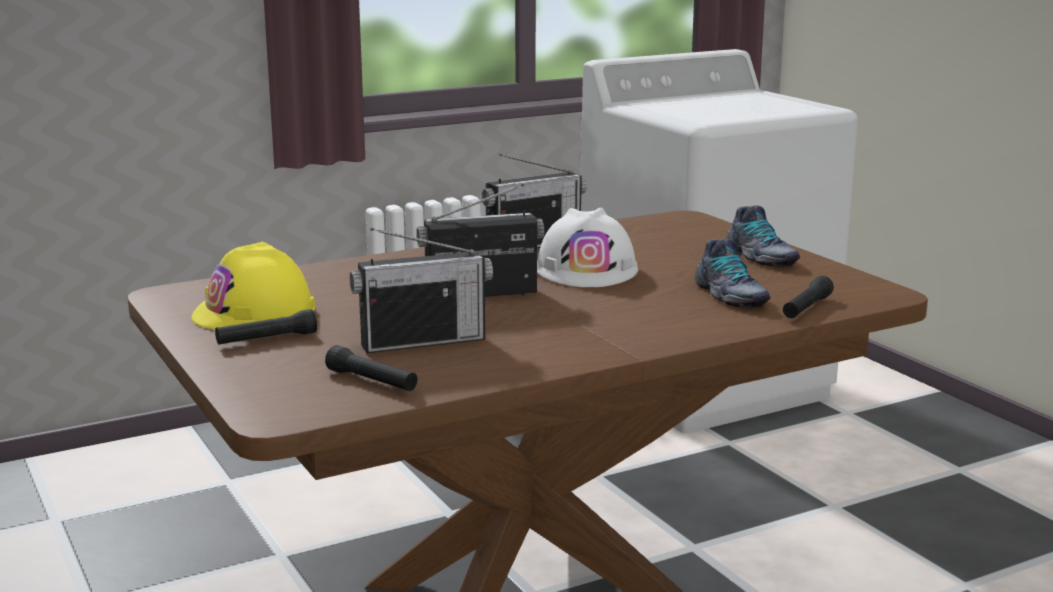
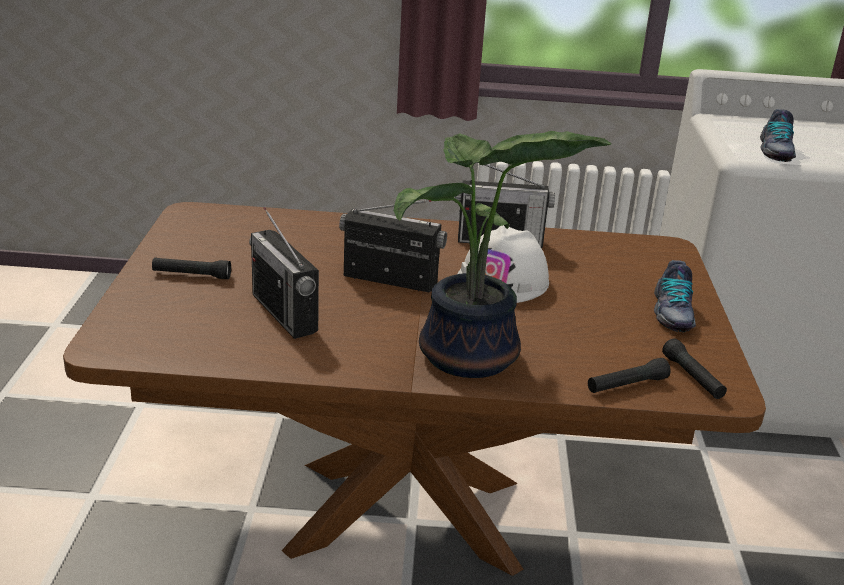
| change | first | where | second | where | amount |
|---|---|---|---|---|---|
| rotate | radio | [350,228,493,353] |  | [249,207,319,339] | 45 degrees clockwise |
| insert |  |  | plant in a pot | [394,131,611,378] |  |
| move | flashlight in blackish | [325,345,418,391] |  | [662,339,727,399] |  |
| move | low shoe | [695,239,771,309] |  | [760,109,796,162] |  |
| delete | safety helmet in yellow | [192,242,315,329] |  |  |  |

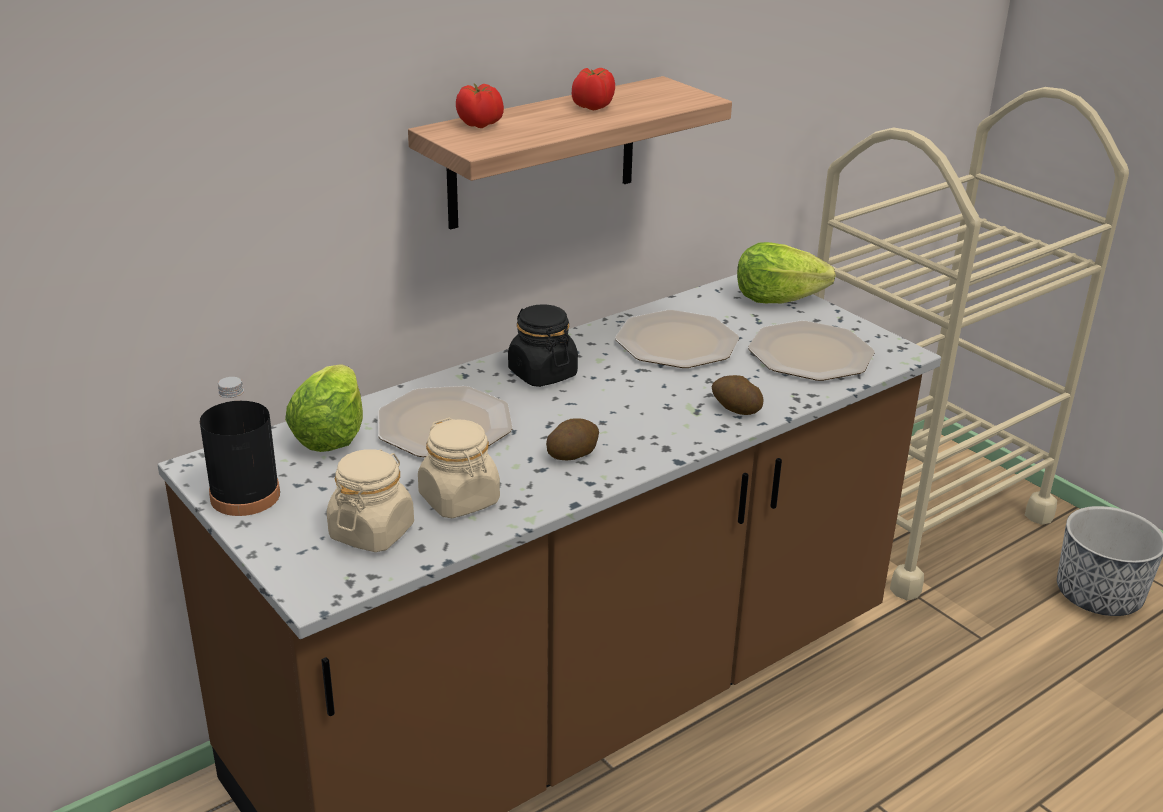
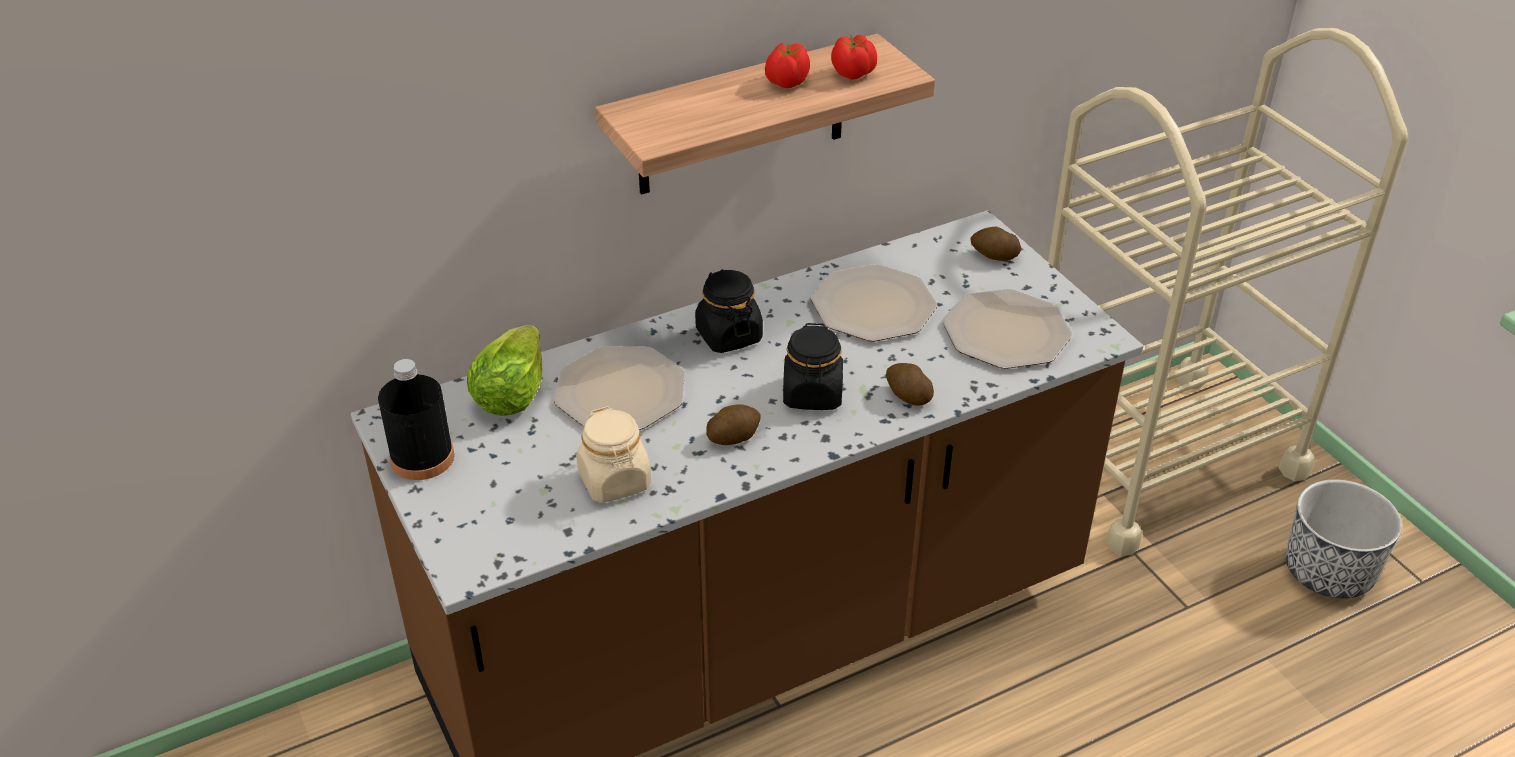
| change | first | where | second | where | amount |
|---|---|---|---|---|---|
| insert |  |  | storage jar in blackish | [783,323,843,410] |  |
| move | fresh tomato | [456,84,504,128] |  | [831,34,877,80] |  |
| replace | lettuce head | [737,242,836,303] | whole potato | [971,227,1021,261] |  |
| delete | storage jar in sand-coloured | [327,449,414,552] |  |  |  |

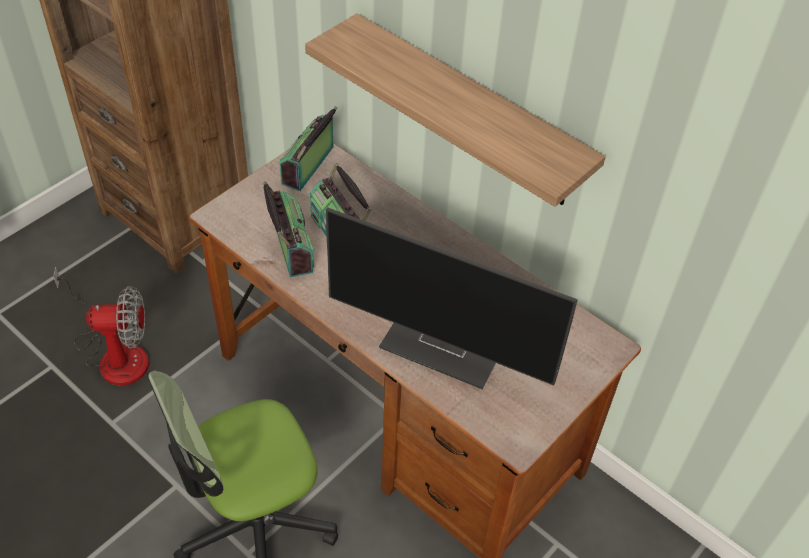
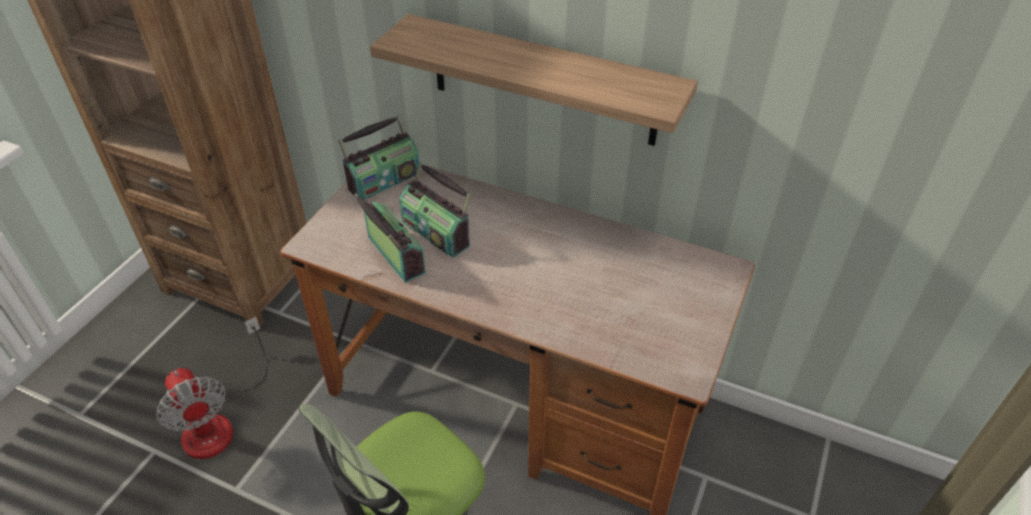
| change | first | where | second | where | amount |
|---|---|---|---|---|---|
| rotate | electric fan | [53,267,149,386] |  | [157,317,267,459] | 75 degrees clockwise |
| rotate | radio | [279,106,338,191] |  | [339,116,419,199] | 135 degrees counterclockwise |
| delete | computer display | [326,207,578,389] |  |  |  |

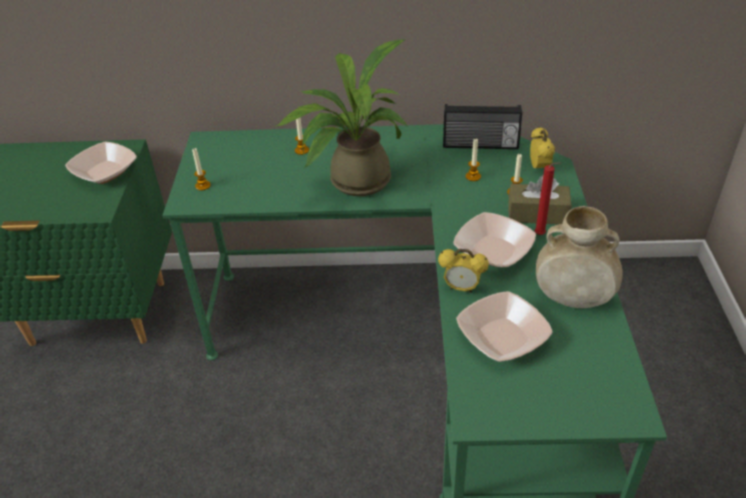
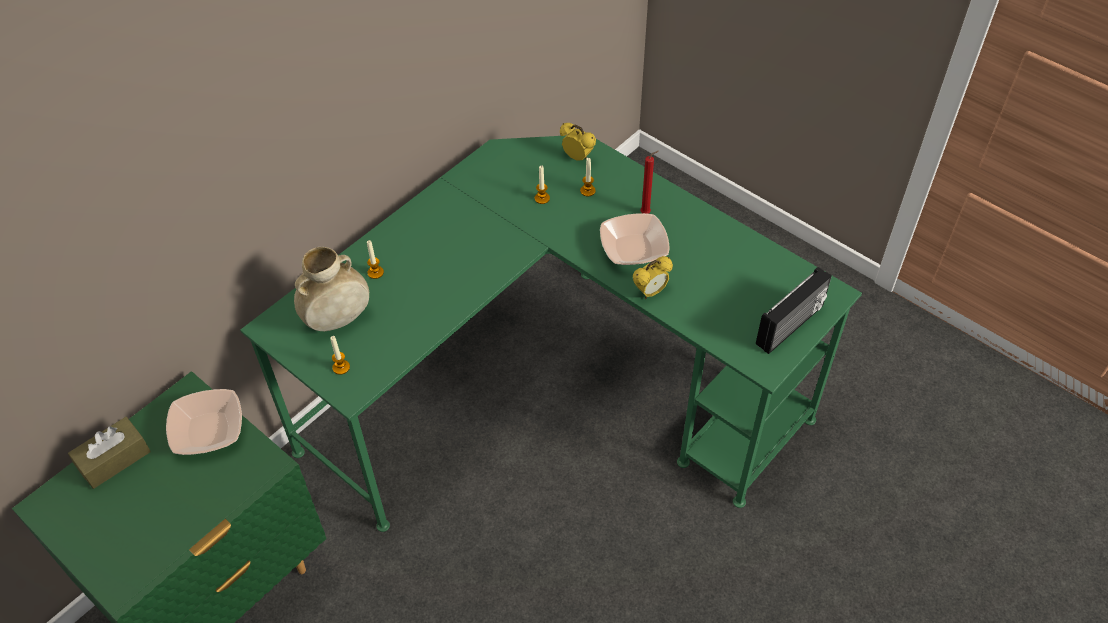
| change | first | where | second | where | amount |
|---|---|---|---|---|---|
| move | tissue box in brown-coloured | [508,175,572,225] |  | [68,417,151,489] |  |
| move | decorative vase in sand-coloured | [536,206,622,308] |  | [294,247,369,331] |  |
| move | radio | [443,104,523,149] |  | [756,267,832,354] |  |
| delete | plant in a pot | [274,39,408,196] |  |  |  |
| delete | serving bowl | [456,291,553,362] |  |  |  |

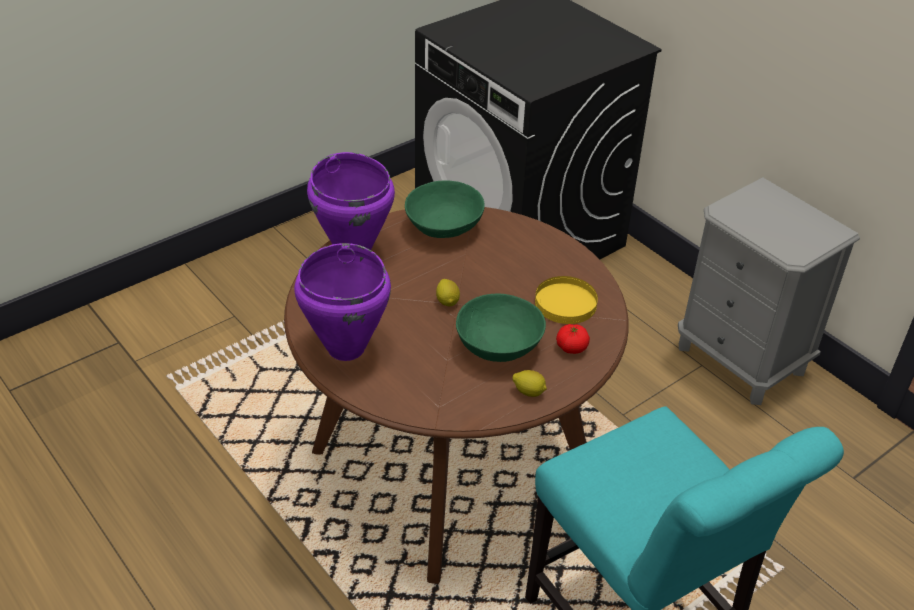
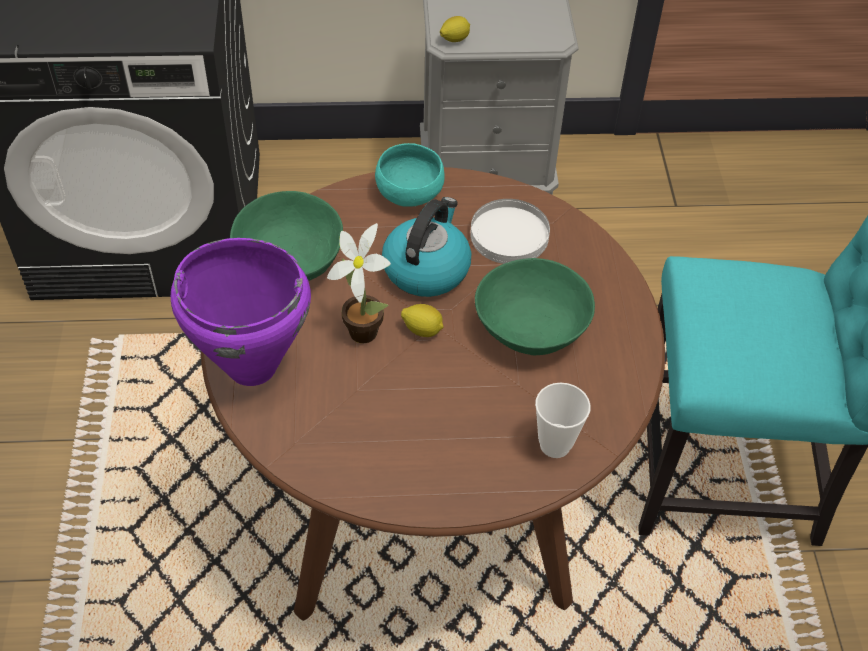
| change | first | where | second | where | amount |
|---|---|---|---|---|---|
| insert |  |  | plant in a pot | [327,223,391,343] |  |
| insert |  |  | serving bowl in turquoise | [375,143,445,207] |  |
| insert |  |  | water kettle | [382,197,471,297] |  |
| move | whole lemon | [512,370,547,397] |  | [440,16,470,42] |  |
| recolor | dinner plate in yellow | [535,276,598,324] | dinner plate in white | [470,199,550,264] |  |
| insert |  |  | small cup | [535,383,591,458] |  |
| delete | stockpot in purplish | [294,243,391,361] |  |  |  |
| delete | fresh tomato | [556,324,590,354] |  |  |  |

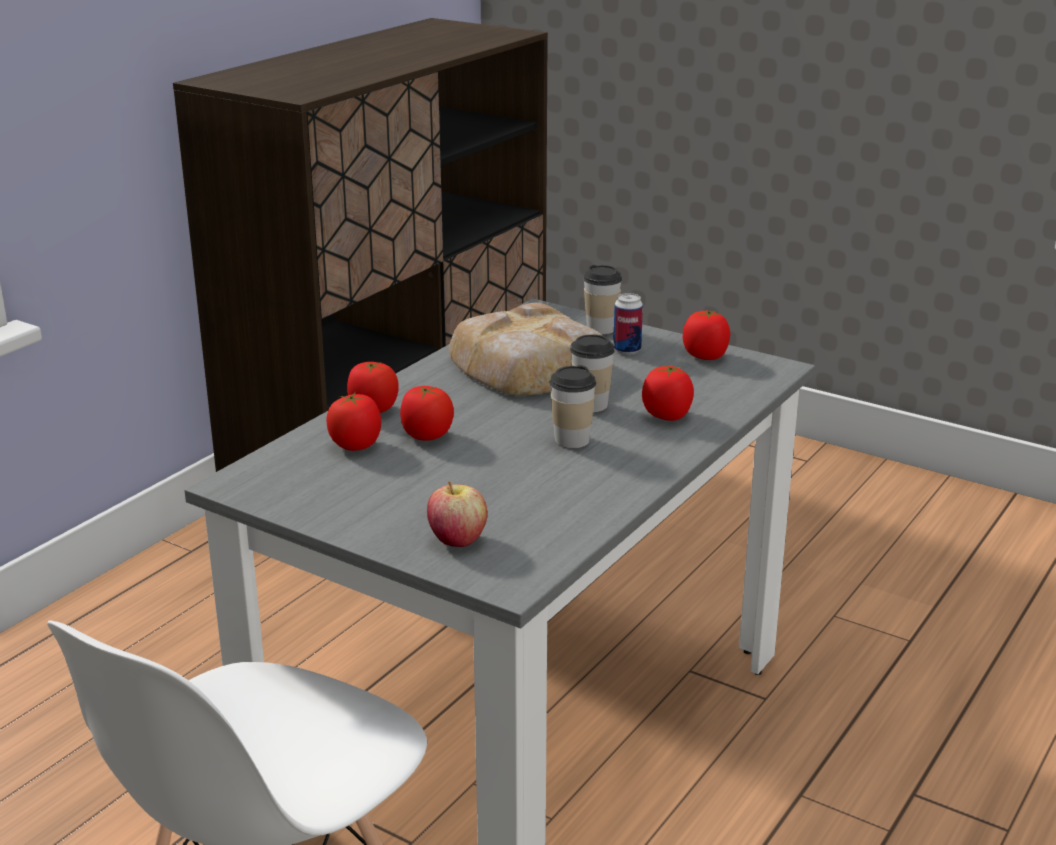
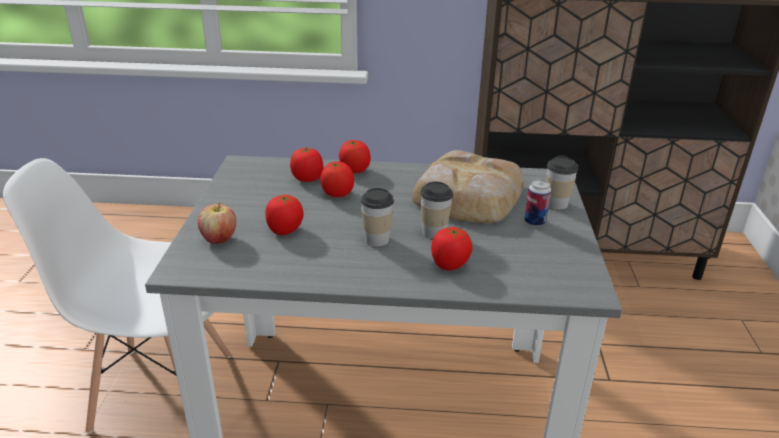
| change | first | where | second | where | amount |
|---|---|---|---|---|---|
| move | fresh tomato | [683,310,730,360] |  | [265,195,304,235] |  |

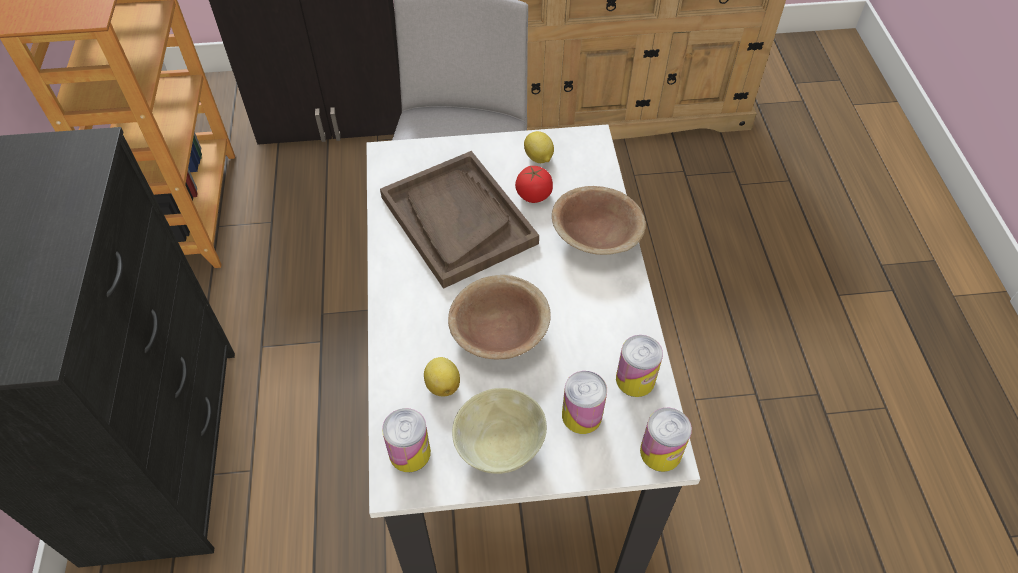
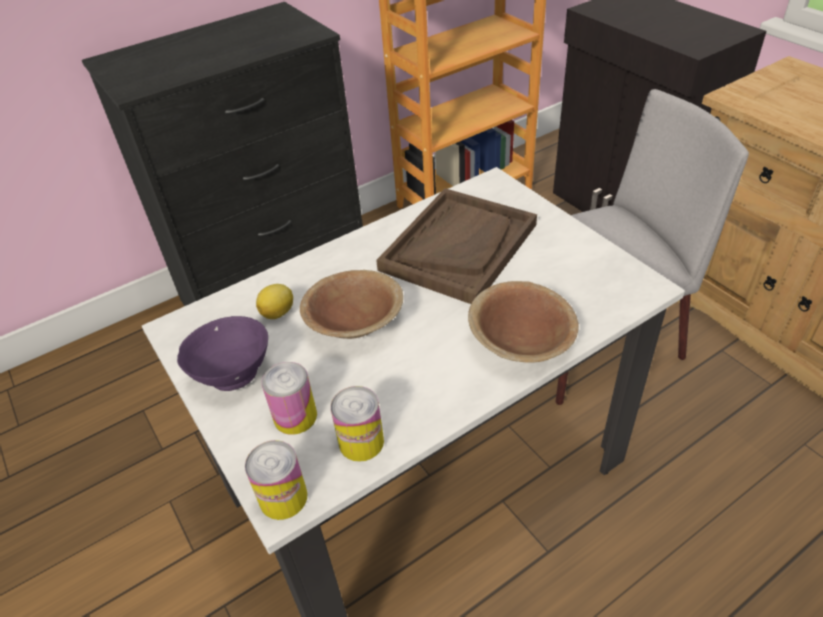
| change | first | where | second | where | amount |
|---|---|---|---|---|---|
| recolor | serving bowl in sand-coloured | [452,388,547,474] | serving bowl in purplish | [177,316,268,391] |  |
| delete | can | [382,408,431,472] |  |  |  |
| delete | fresh tomato | [515,166,553,203] |  |  |  |
| delete | whole lemon | [524,131,554,163] |  |  |  |

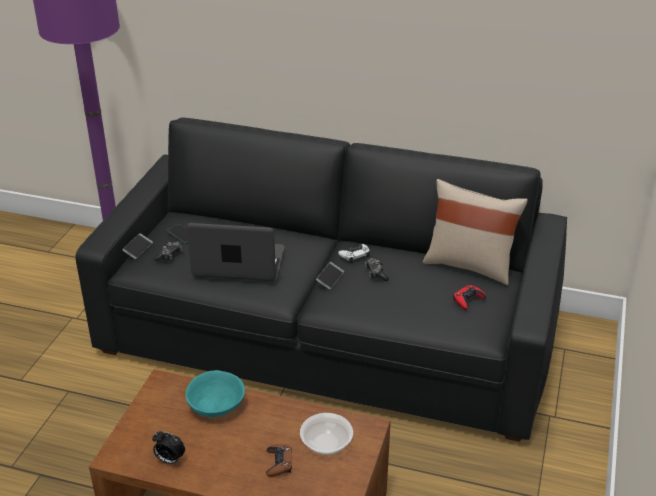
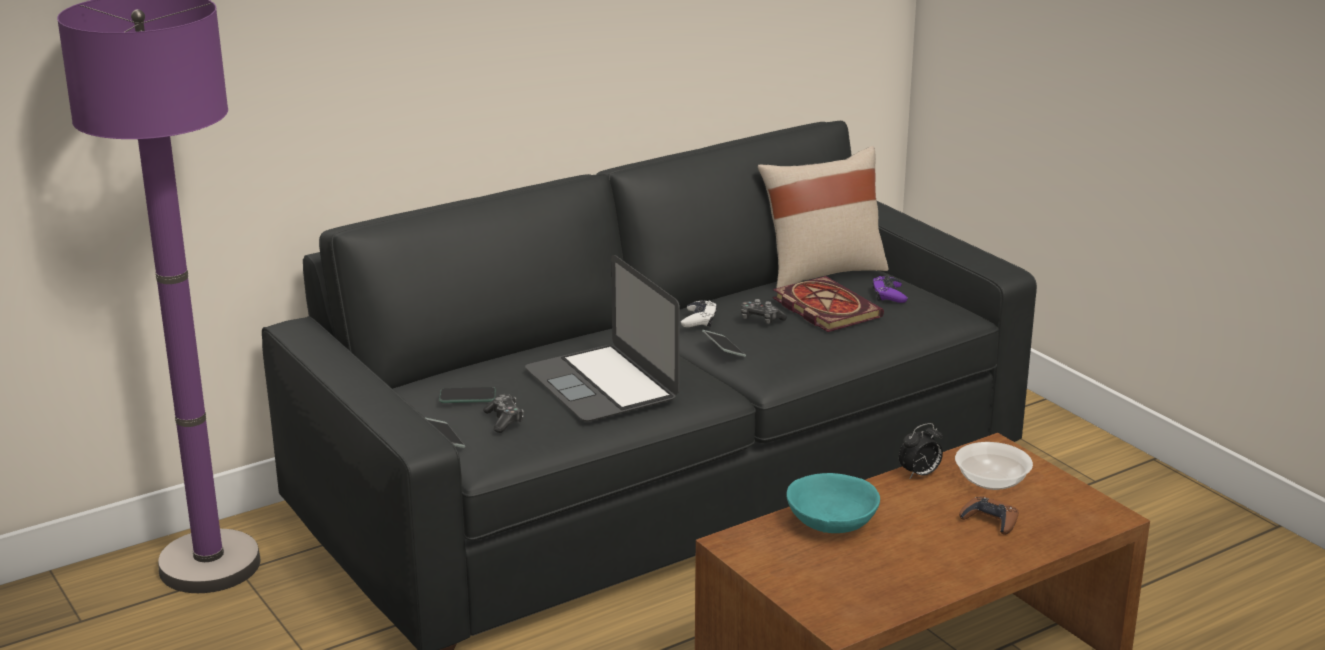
| change | first | where | second | where | amount |
|---|---|---|---|---|---|
| rotate | portable computer | [186,223,284,281] |  | [525,255,680,422] | 75 degrees counterclockwise |
| insert |  |  | bound book | [773,276,884,332] |  |
| recolor | game controller in reddish | [453,285,486,310] | game controller in purplish | [872,276,908,303] |  |
| move | alarm clock | [152,431,185,464] |  | [899,423,943,478] |  |

